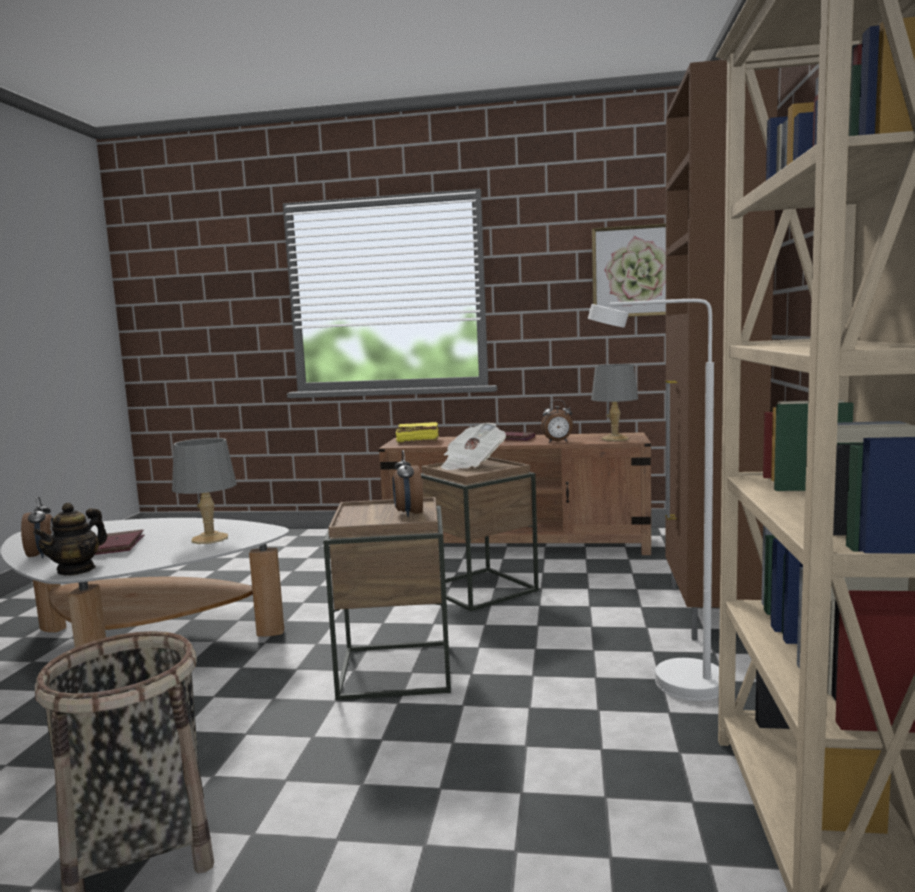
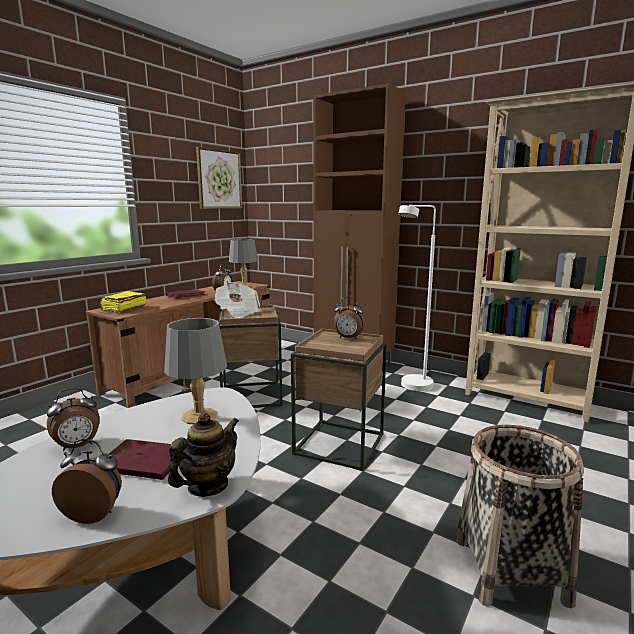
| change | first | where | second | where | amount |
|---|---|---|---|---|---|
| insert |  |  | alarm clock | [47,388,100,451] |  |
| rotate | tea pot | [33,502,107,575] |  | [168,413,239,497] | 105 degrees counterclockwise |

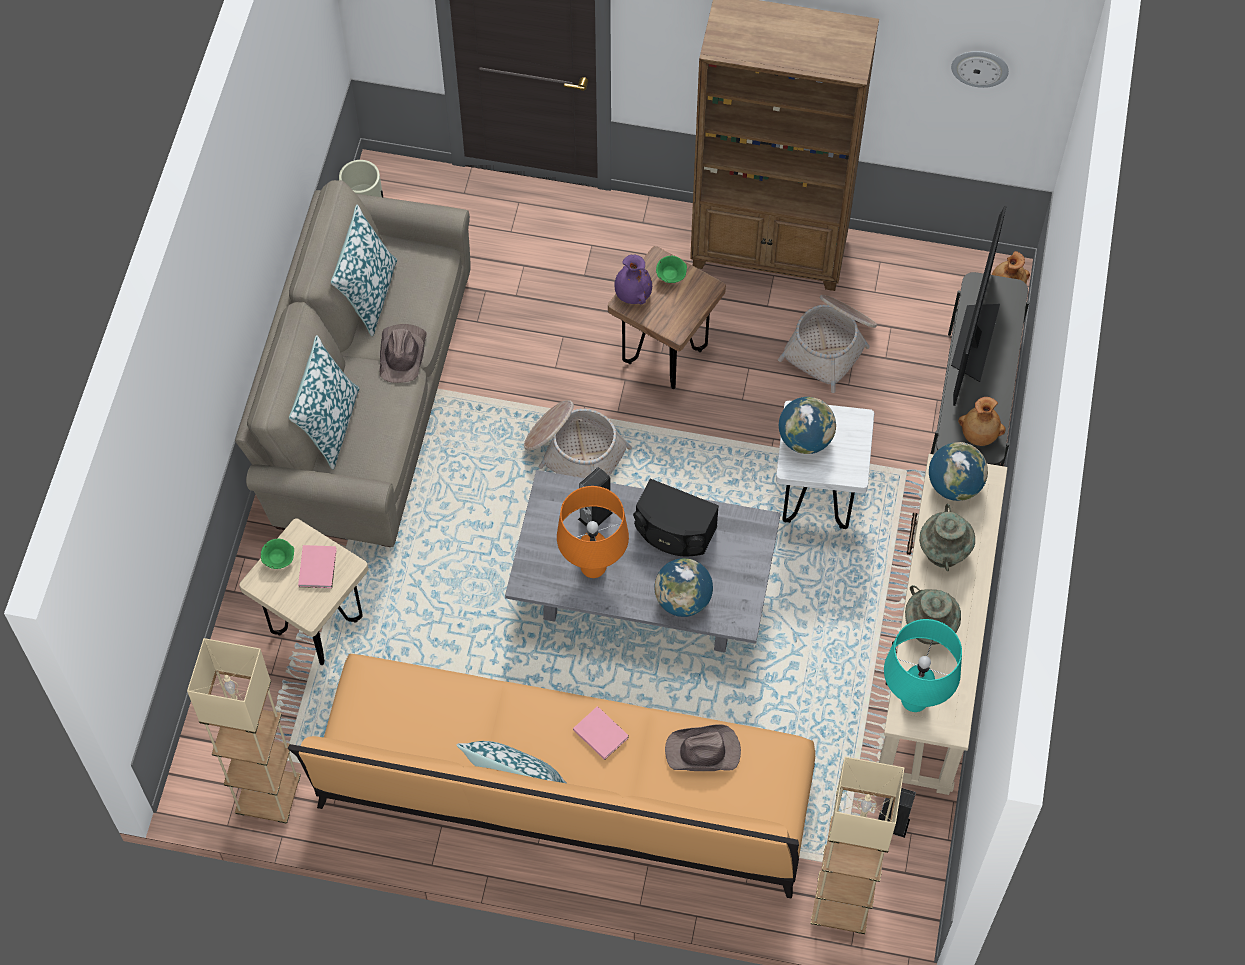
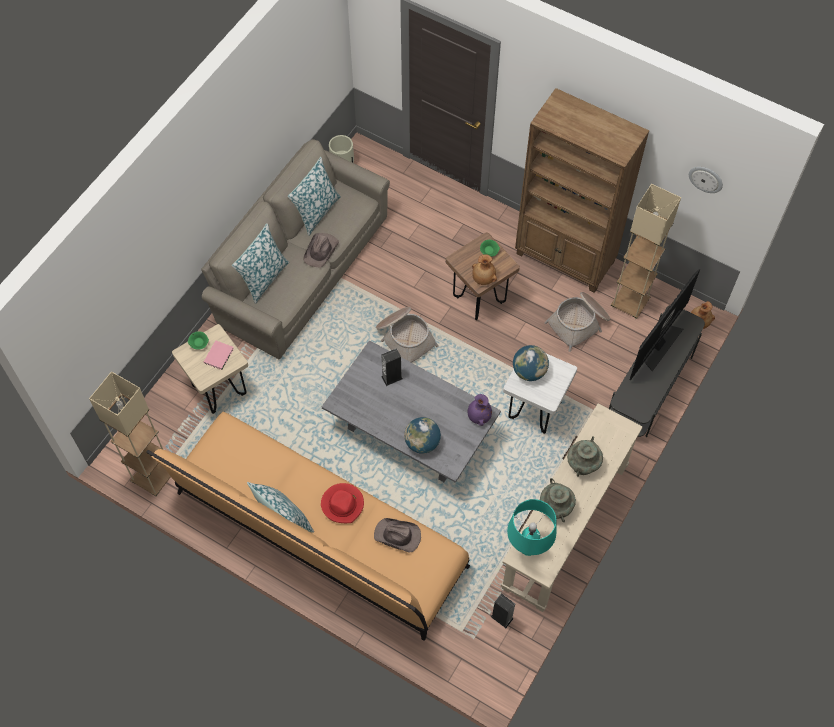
| change | first | where | second | where | amount |
|---|---|---|---|---|---|
| replace | bound book in pinkish | [573,706,629,760] | hat in reddish | [321,483,364,523] |  |
| move | decorative vase in purplish | [614,255,652,304] |  | [468,394,492,426] |  |
| move | decorative vase in brown-coloured | [958,397,1006,446] |  | [472,254,497,285] |  |
| move | standing lamp in sand-coloured | [811,757,904,934] |  | [611,184,681,319] |  |
| delete | table lamp in orangey | [557,486,629,578] |  |  |  |
| delete | loudspeaker in blackish | [633,478,719,556] |  |  |  |
| delete | globe | [929,442,988,501] |  |  |  |

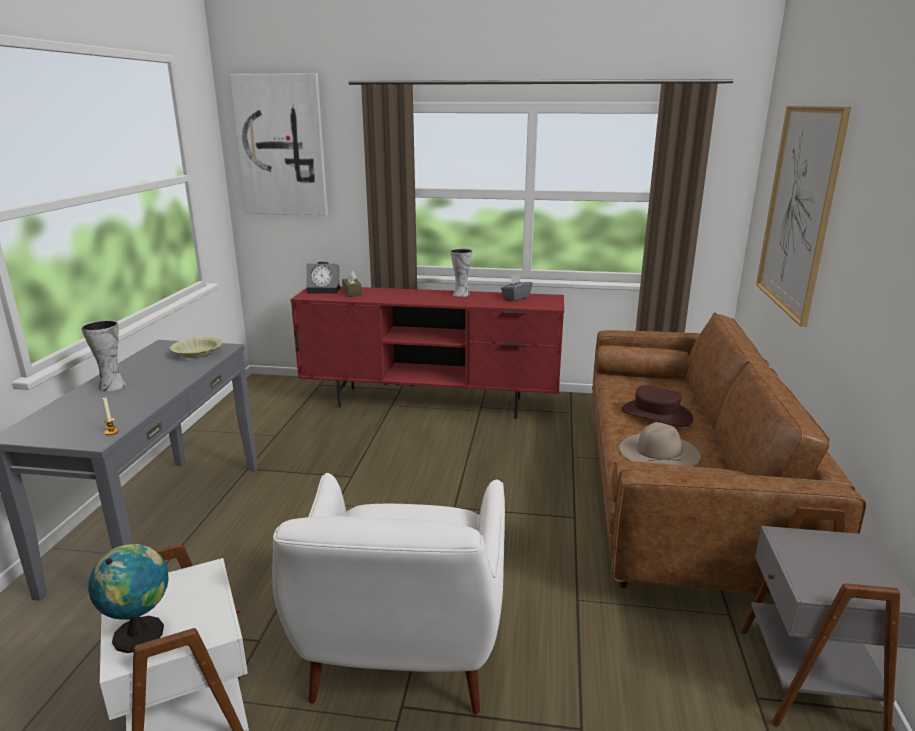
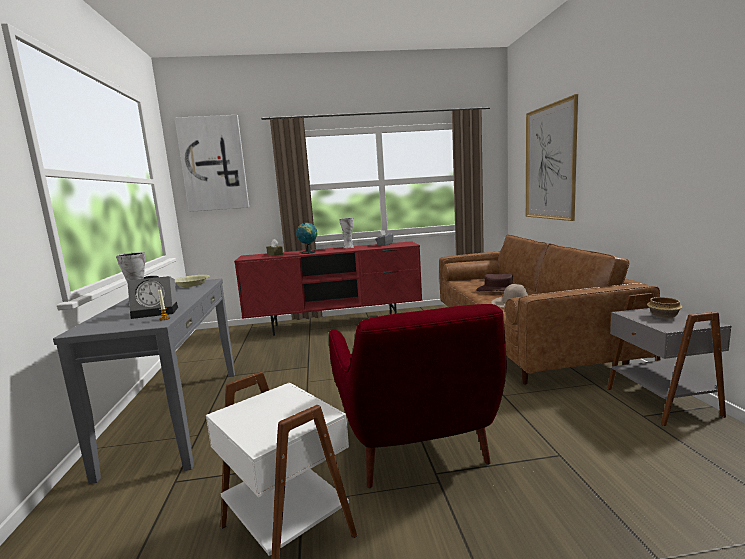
| change | first | where | second | where | amount |
|---|---|---|---|---|---|
| move | alarm clock | [306,262,340,294] |  | [127,276,178,319] |  |
| move | globe | [88,544,169,653] |  | [296,223,317,254] |  |
| recolor | lounge chair in white | [272,473,505,714] | lounge chair in reddish | [329,304,507,488] |  |
| insert |  |  | serving bowl | [647,297,683,319] |  |

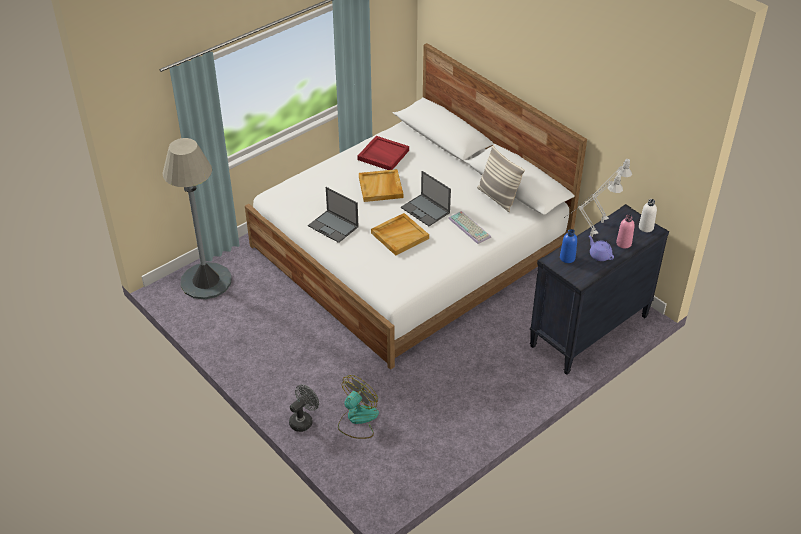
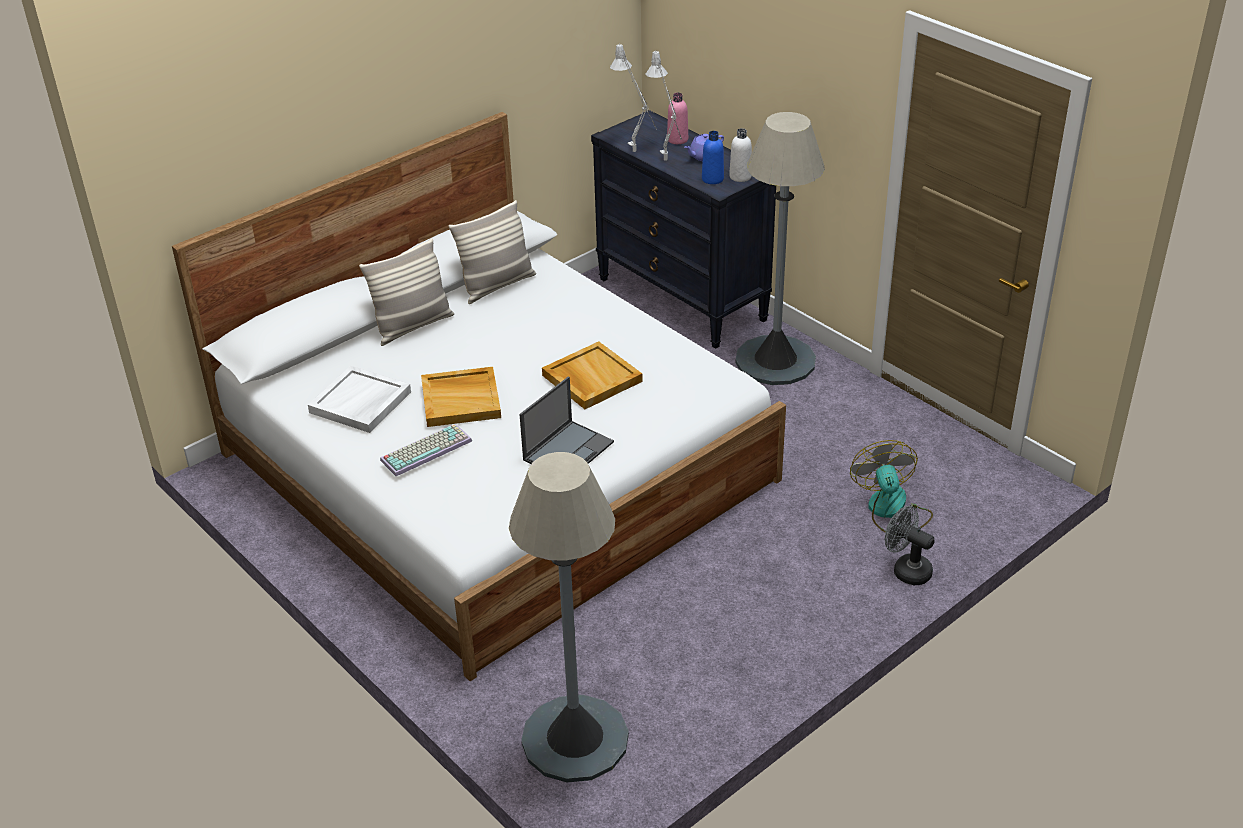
| change | first | where | second | where | amount |
|---|---|---|---|---|---|
| recolor | tray in reddish | [357,136,409,170] | tray in white | [308,366,411,433] |  |
| insert |  |  | pillow | [359,238,454,346] |  |
| move | PC keyboard | [448,211,491,244] |  | [380,423,472,476] |  |
| move | drink bottle in white | [639,199,657,232] |  | [729,128,752,182] |  |
| insert |  |  | standing lamp in grey | [735,112,825,385] |  |
| rotate | electric fan | [338,375,379,439] |  | [850,440,933,533] | 45 degrees clockwise |
| delete | portable computer | [401,171,451,226] |  |  |  |

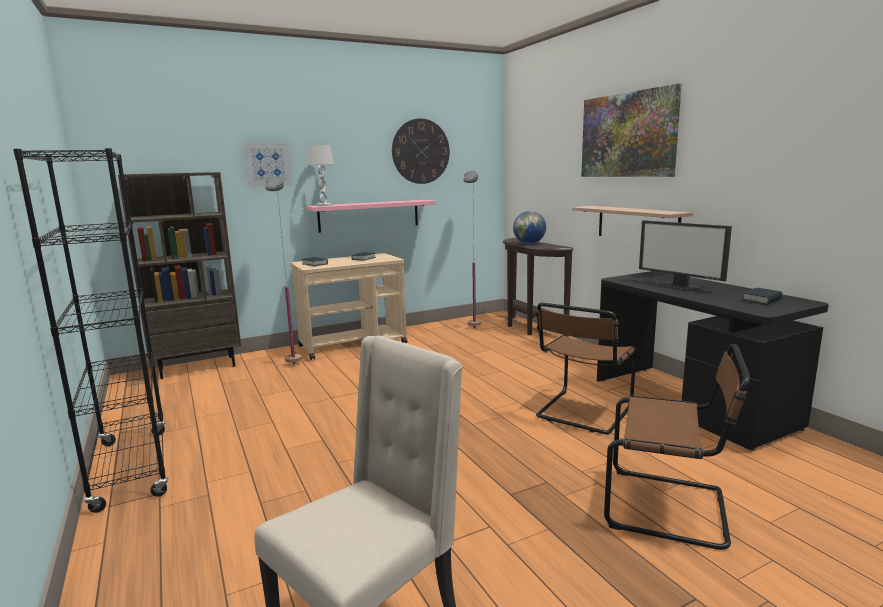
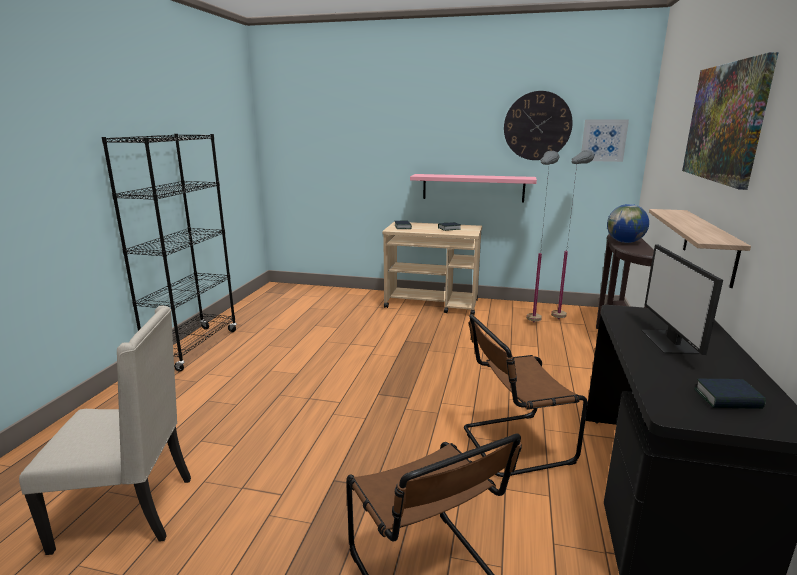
| change | first | where | second | where | amount |
|---|---|---|---|---|---|
| move | standing lamp in grey | [265,177,302,364] |  | [526,151,559,323] |  |
| move | picture | [244,142,292,187] |  | [581,119,629,162] |  |
| delete | bookcase in brown-coloured | [118,172,241,379] |  |  |  |
| delete | table lamp in white | [307,145,334,206] |  |  |  |

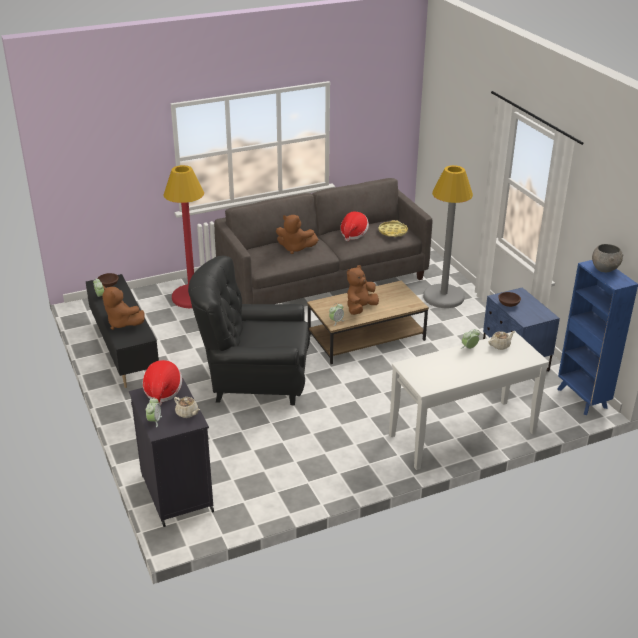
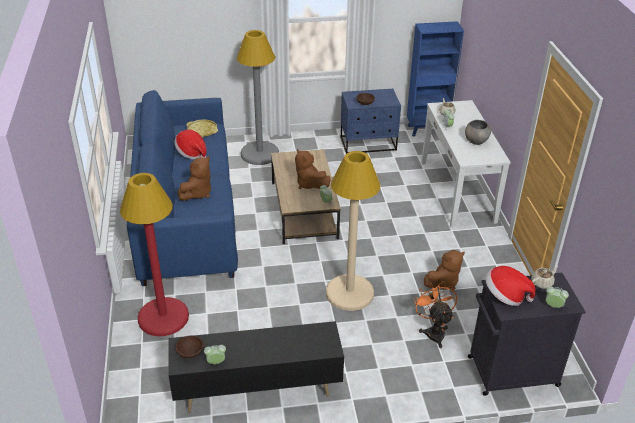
| change | first | where | second | where | amount |
|---|---|---|---|---|---|
| recolor | couch in grey | [214,178,432,304] | couch in blue-coloured | [127,90,238,286] |  |
| replace | lounge chair in blackish | [188,255,310,405] | standing lamp in sand-coloured | [326,151,381,311] |  |
| insert |  |  | electric fan in orangey | [413,281,457,348] |  |
| move | soft toy in brown-coloured | [103,286,144,330] |  | [424,250,465,290] |  |
| move | serving bowl in grey | [592,244,624,272] |  | [465,120,493,145] |  |

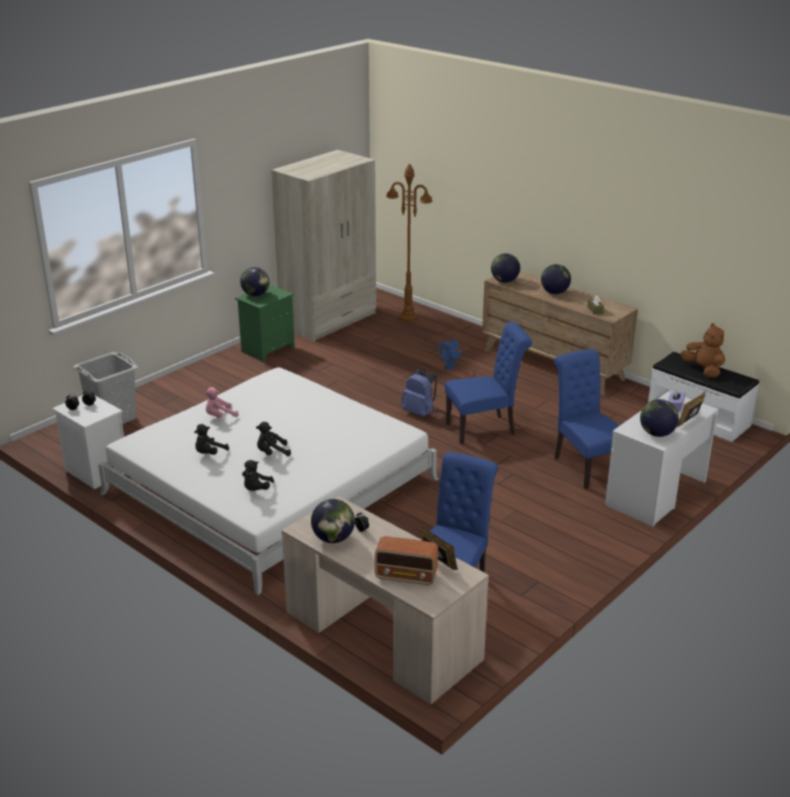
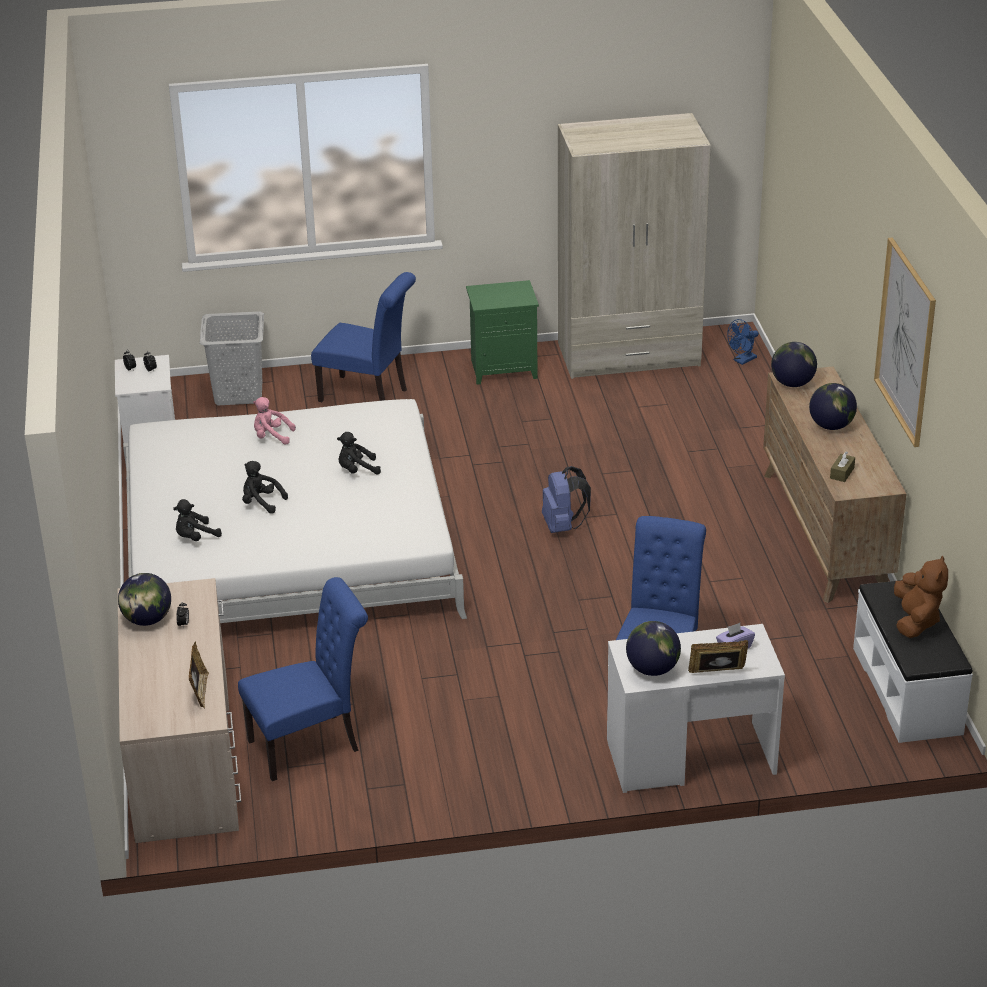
| change | first | where | second | where | amount |
|---|---|---|---|---|---|
| move | chair in blue-coloured | [445,322,532,444] |  | [311,272,416,402] |  |
| move | soft toy in blackish | [194,424,229,455] |  | [337,432,381,475] |  |
| move | electric fan in blue-coloured | [437,338,463,370] |  | [727,319,759,365] |  |
| insert |  |  | picture | [874,237,936,447] |  |
| delete | globe | [240,267,269,296] |  |  |  |
| delete | radio | [375,536,438,586] |  |  |  |
| delete | standing lamp in brown-coloured | [386,163,432,322] |  |  |  |

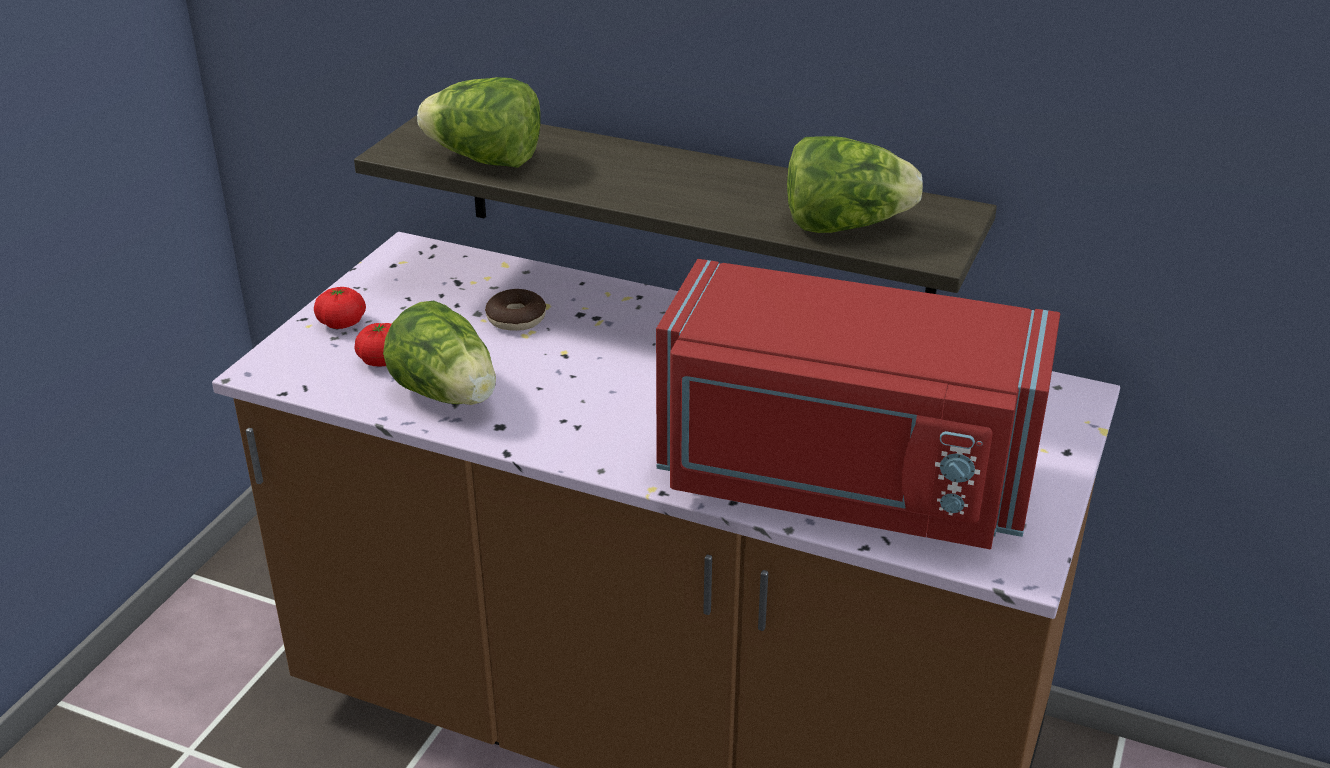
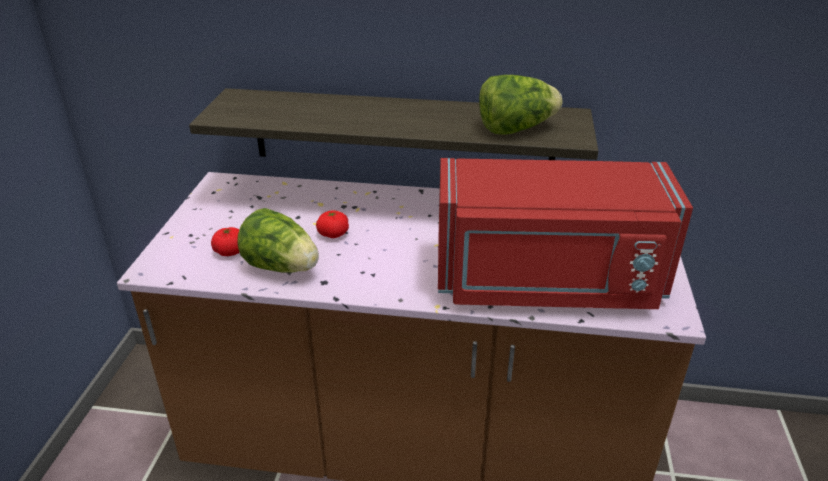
| change | first | where | second | where | amount |
|---|---|---|---|---|---|
| move | fresh tomato | [314,287,366,329] |  | [316,210,349,238] |  |
| delete | lettuce head | [417,77,541,168] |  |  |  |
| delete | donut | [485,289,546,331] |  |  |  |

